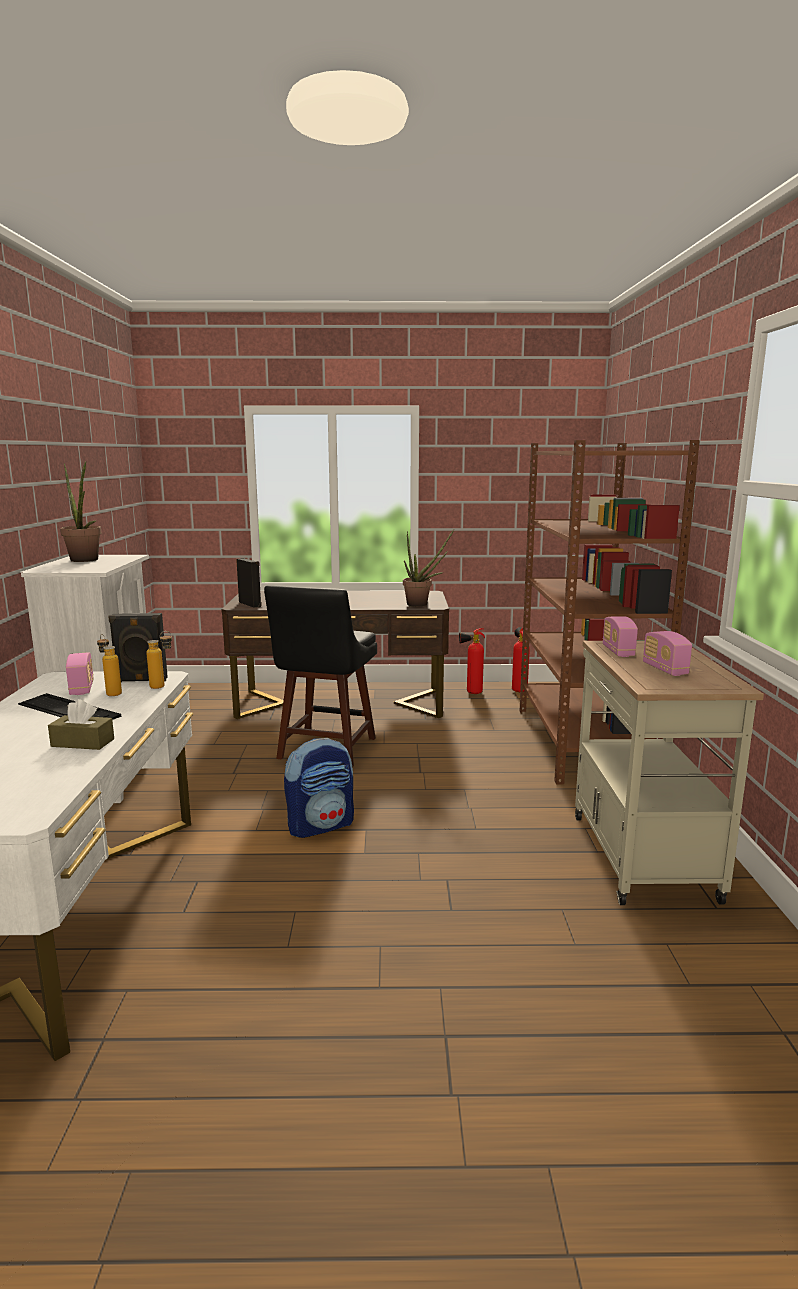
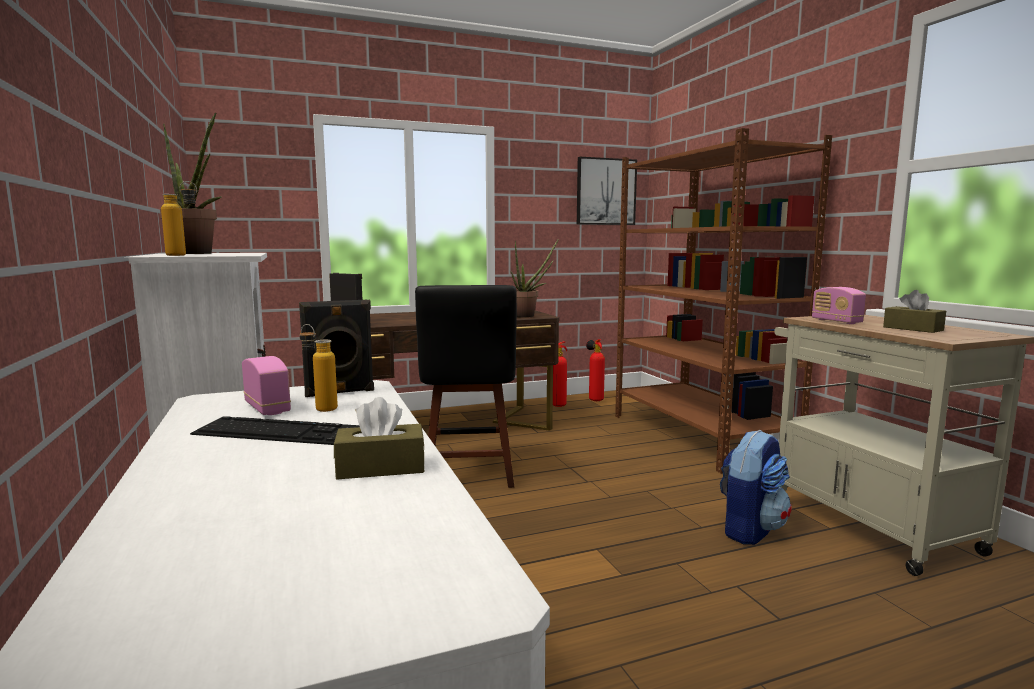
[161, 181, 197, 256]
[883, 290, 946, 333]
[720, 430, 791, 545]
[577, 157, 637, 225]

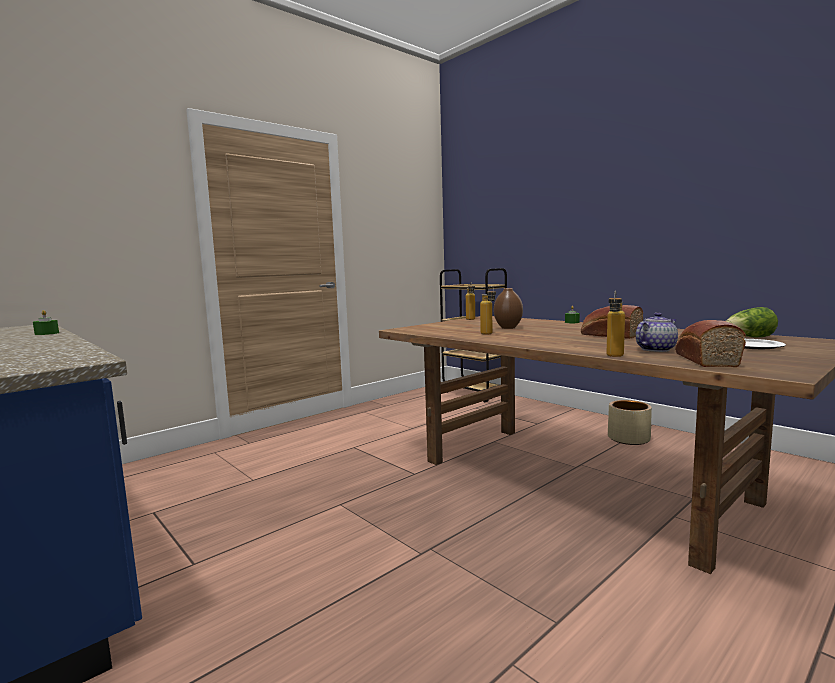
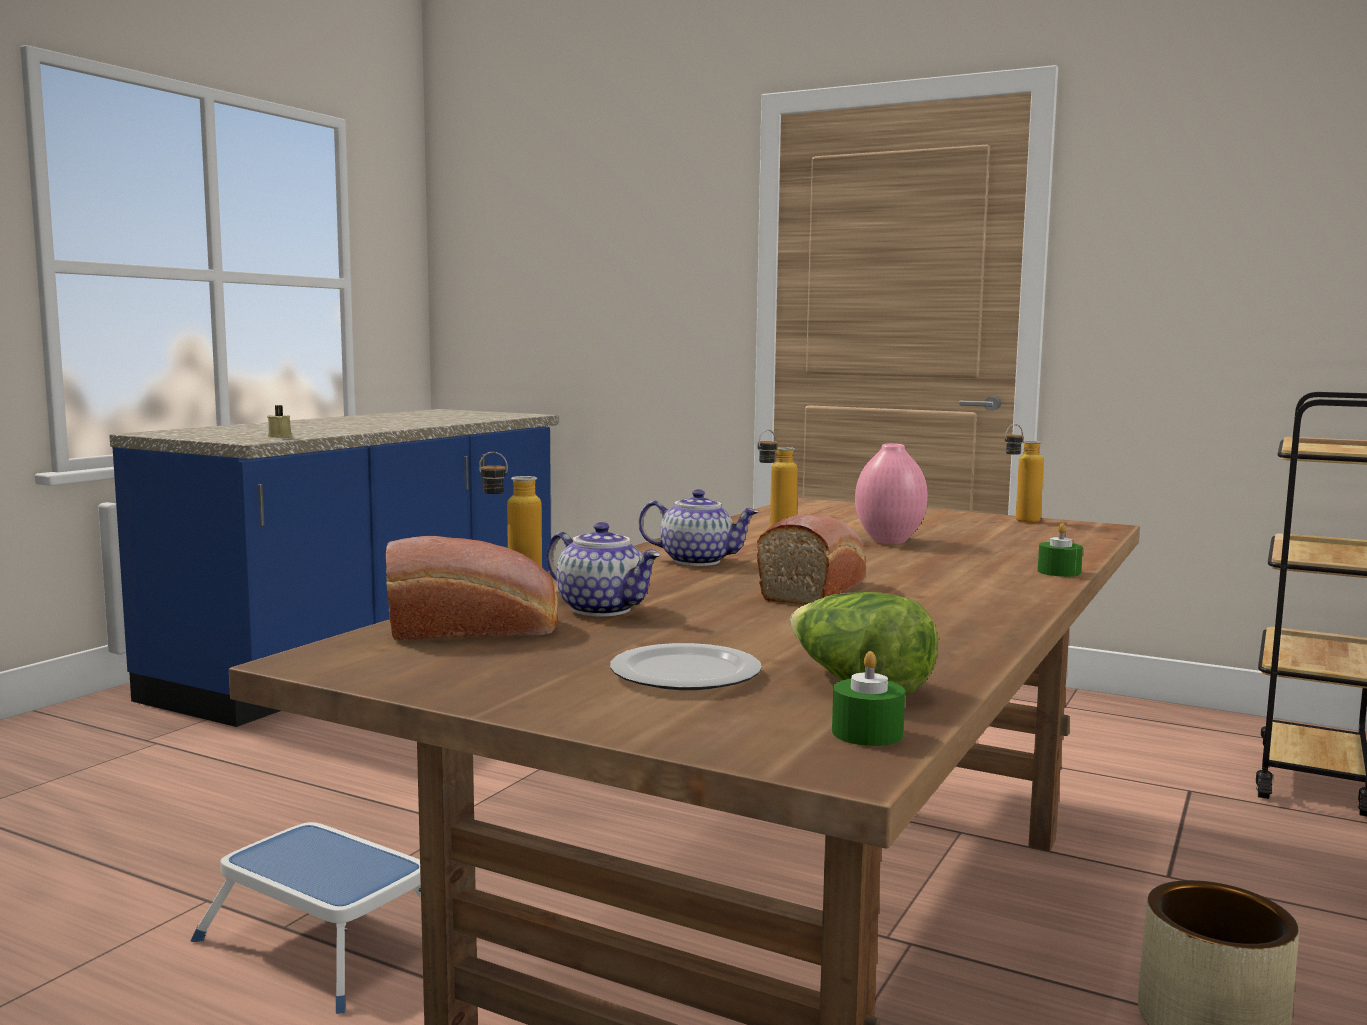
[855, 444, 928, 544]
[832, 651, 905, 746]
[267, 405, 292, 438]
[639, 489, 759, 566]
[190, 822, 421, 1014]

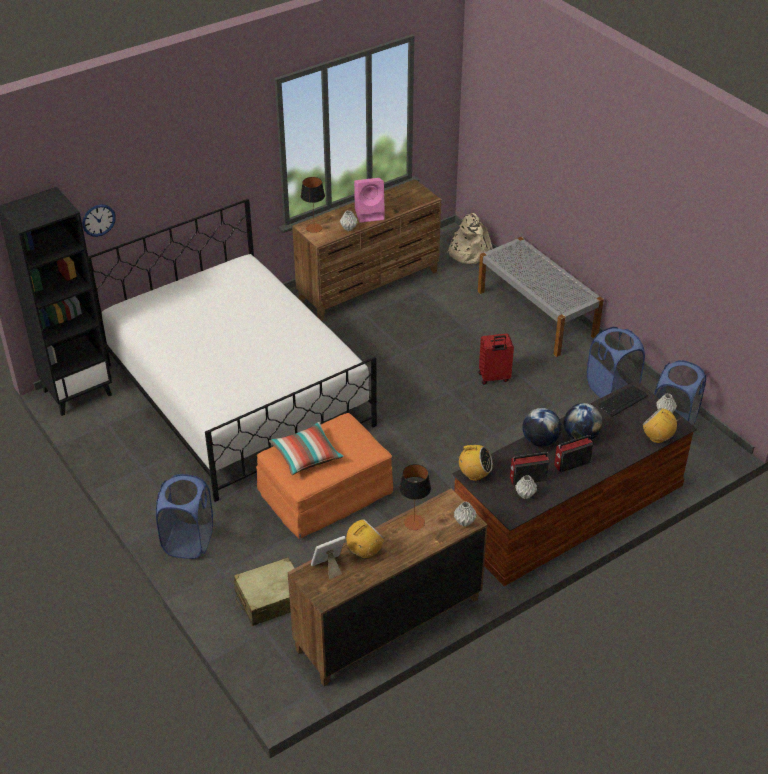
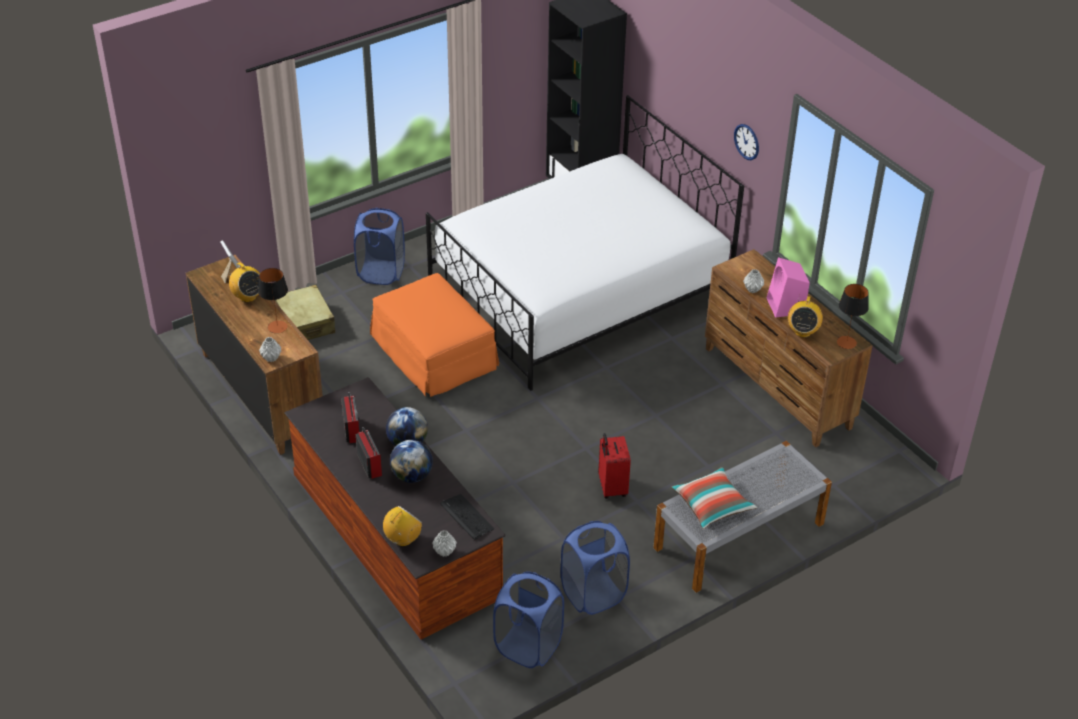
[837, 284, 869, 349]
[734, 124, 759, 160]
[446, 213, 493, 264] (first image)
[671, 467, 757, 529]
[788, 295, 823, 337]
[515, 475, 537, 499] (first image)

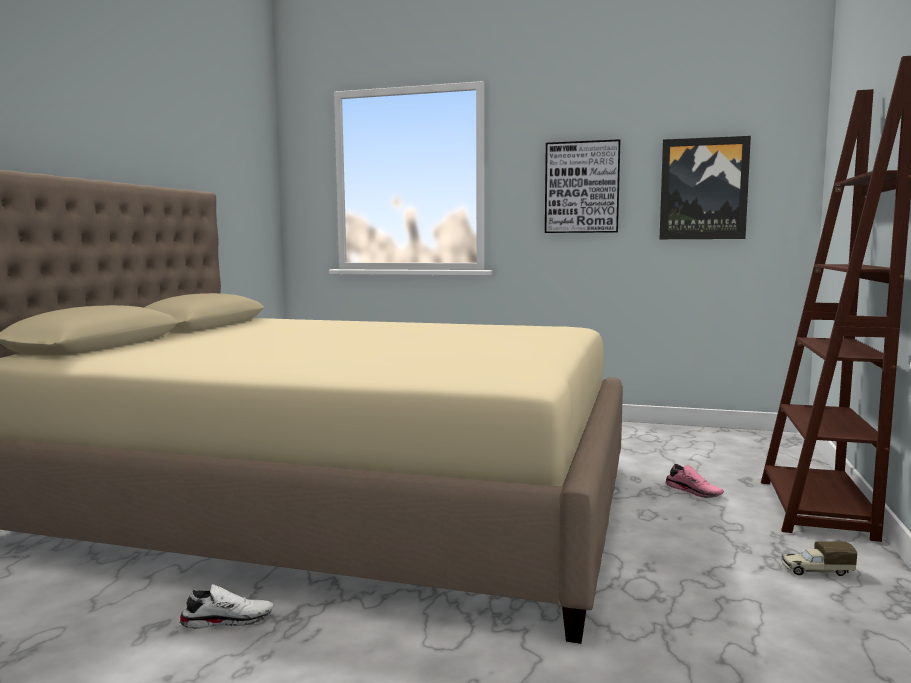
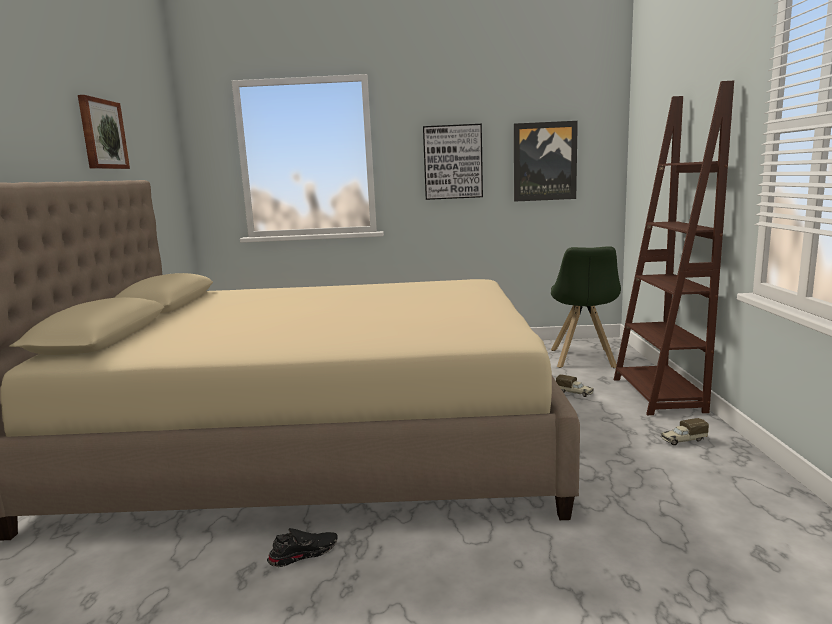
[556, 374, 594, 397]
[267, 528, 338, 567]
[78, 95, 130, 169]
[551, 246, 621, 368]

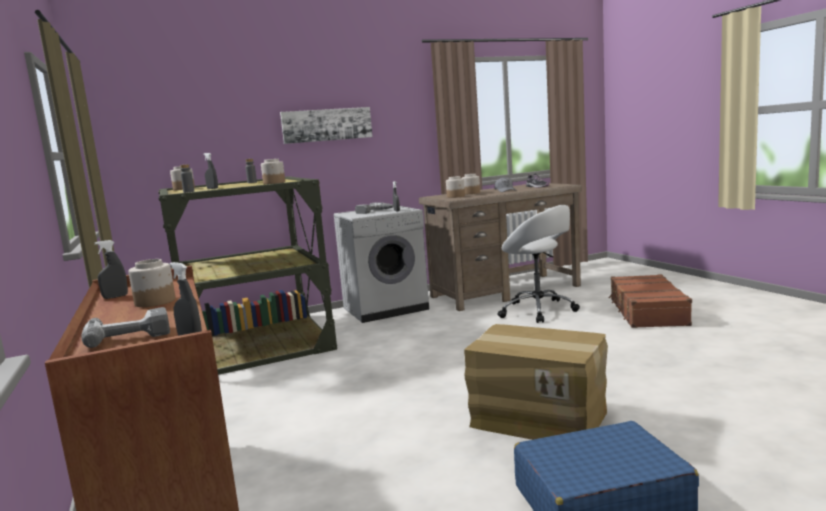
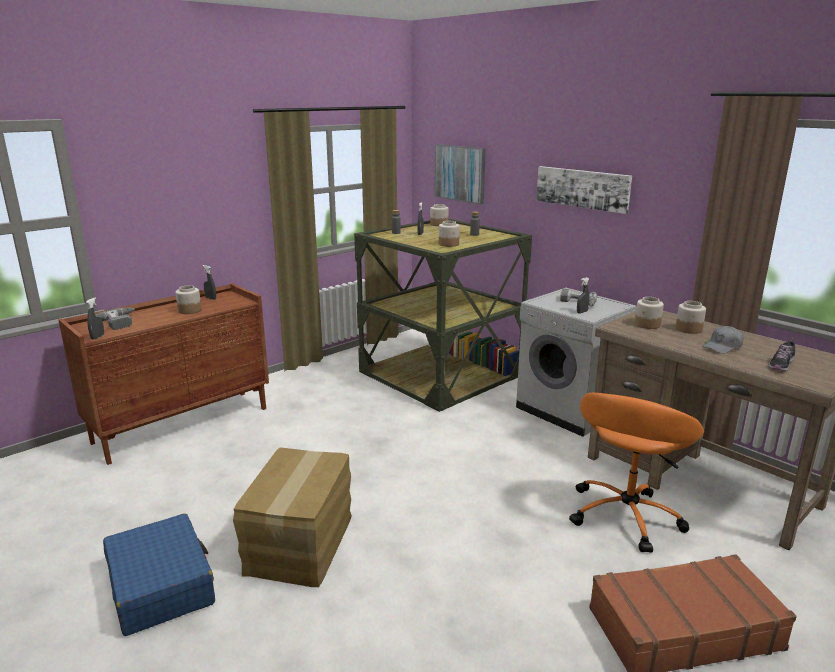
[569, 393, 704, 553]
[434, 144, 486, 205]

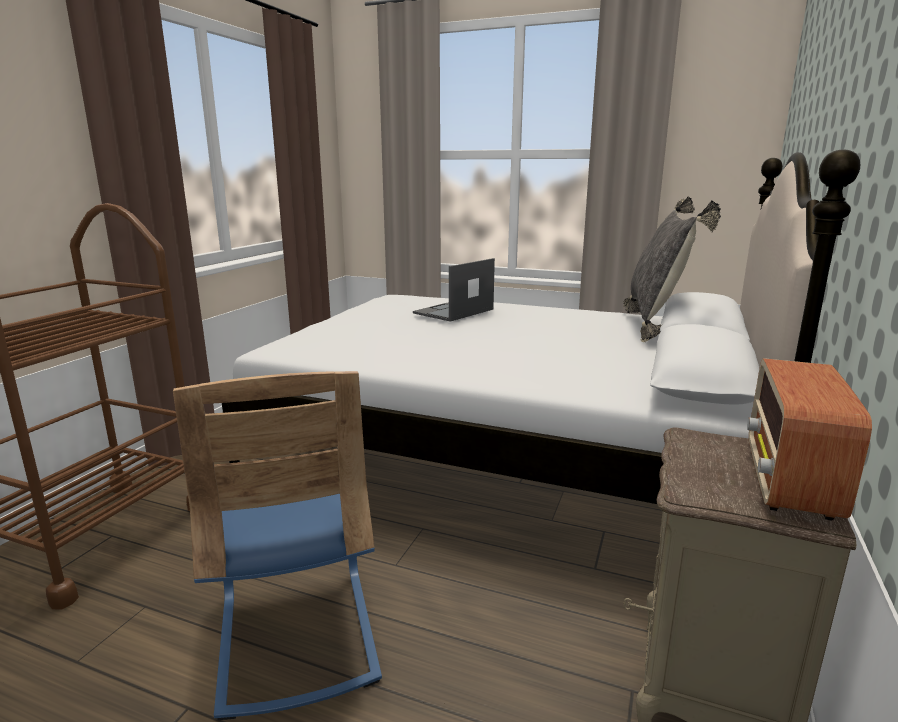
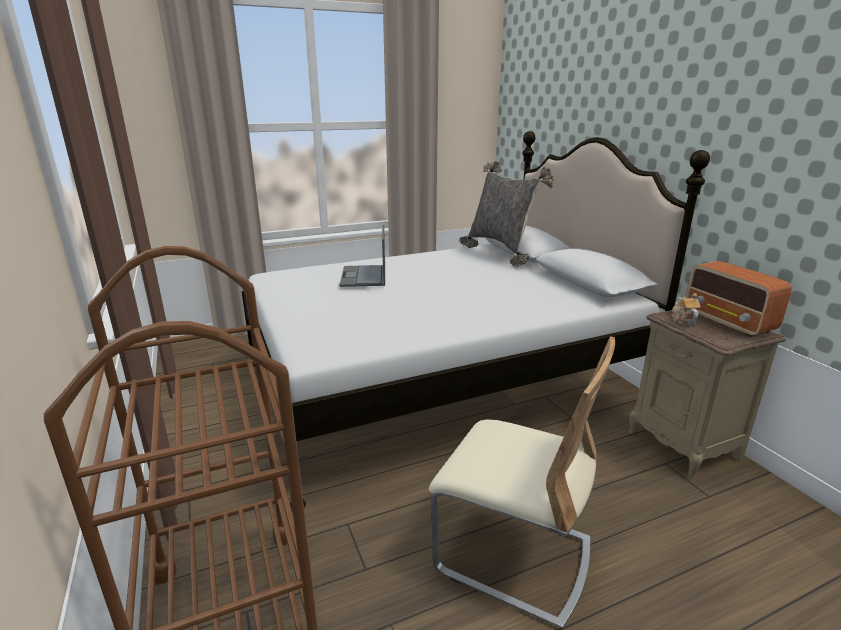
[429, 336, 615, 629]
[672, 293, 701, 326]

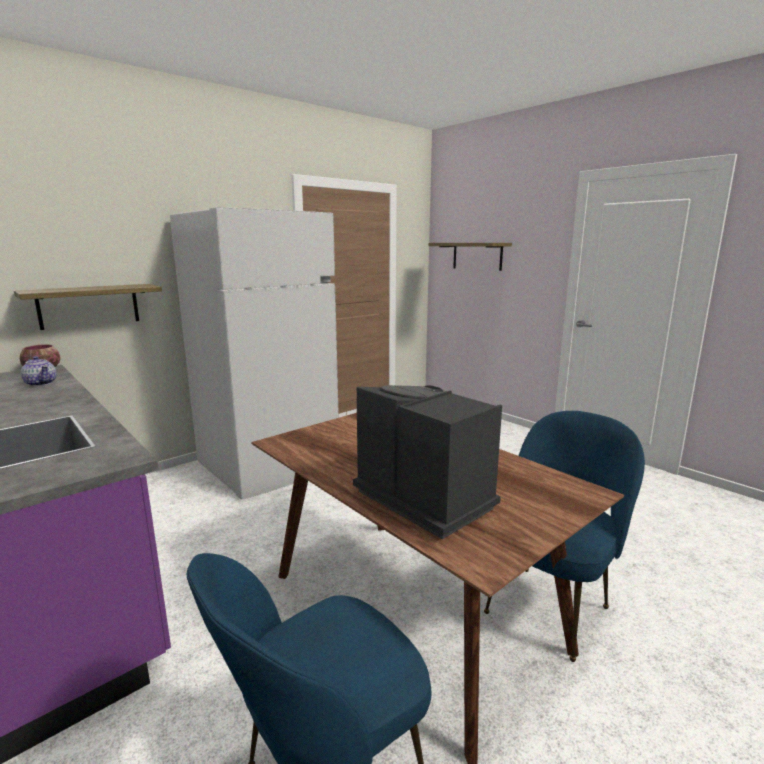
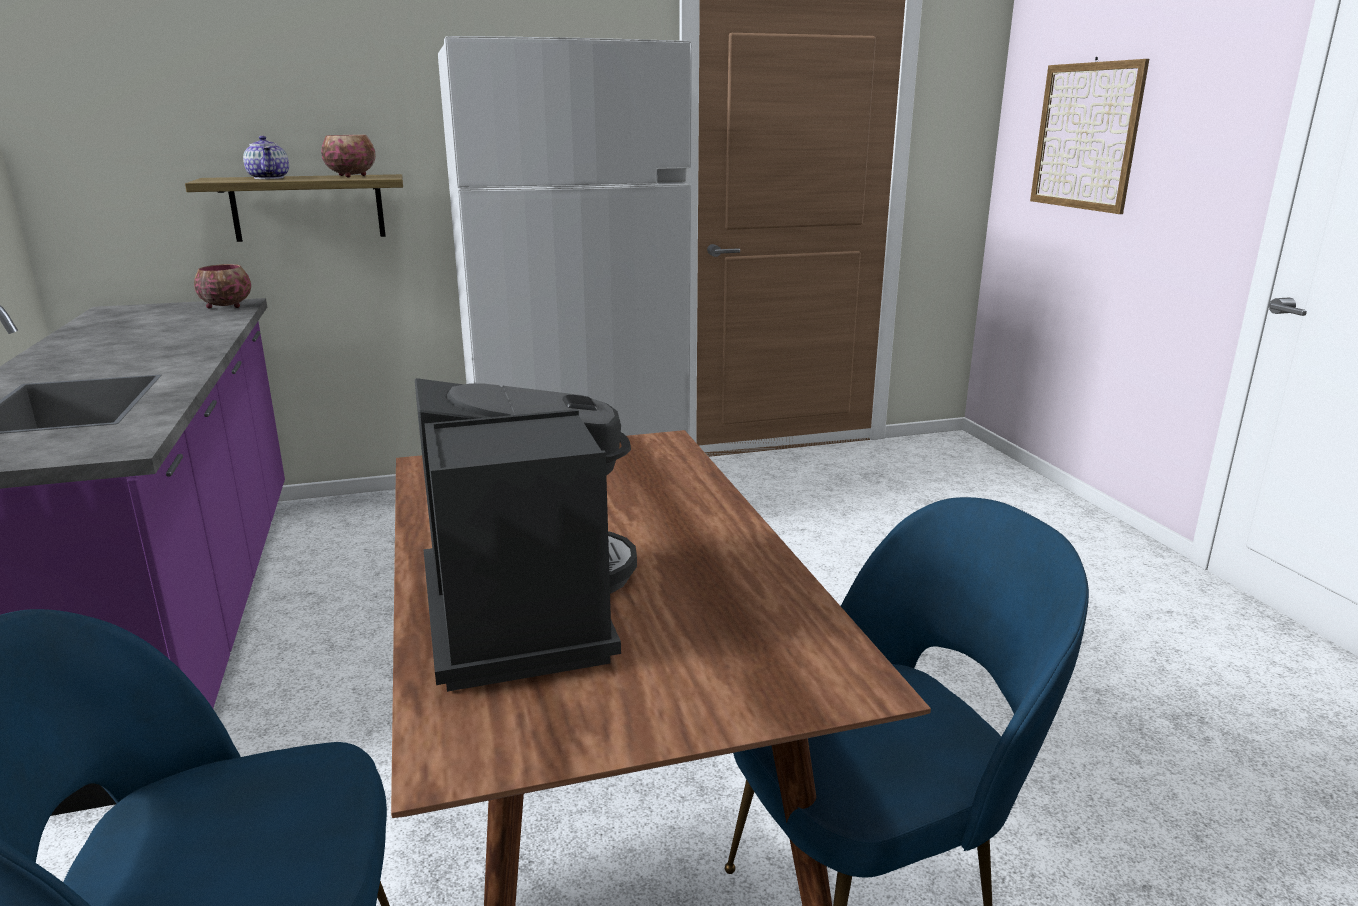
[1030, 57, 1149, 214]
[243, 136, 289, 179]
[321, 135, 376, 178]

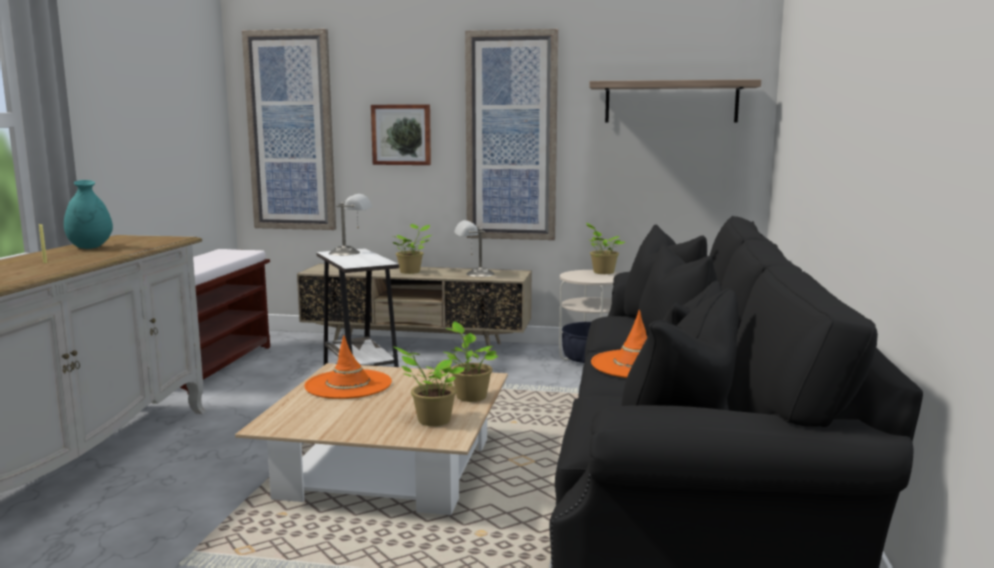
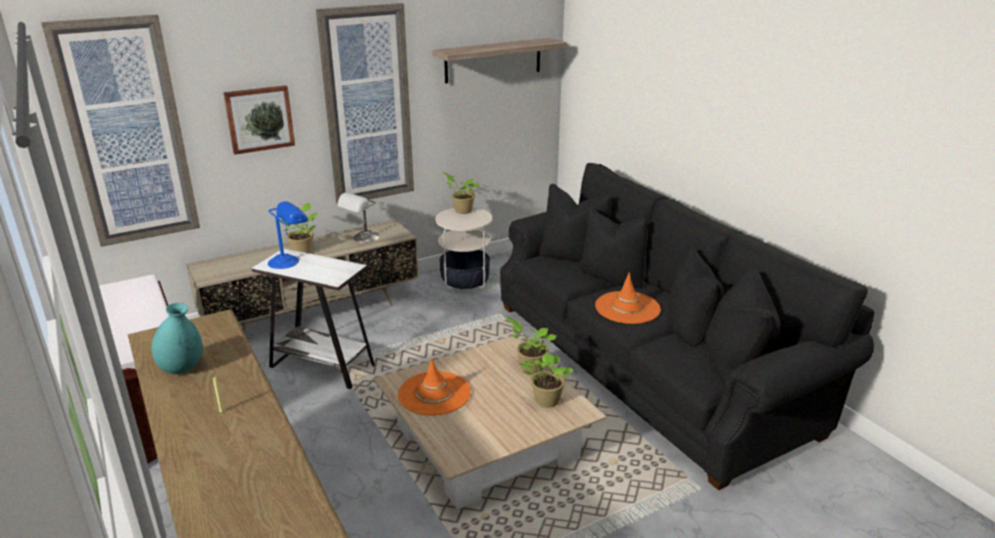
[268, 201, 309, 269]

